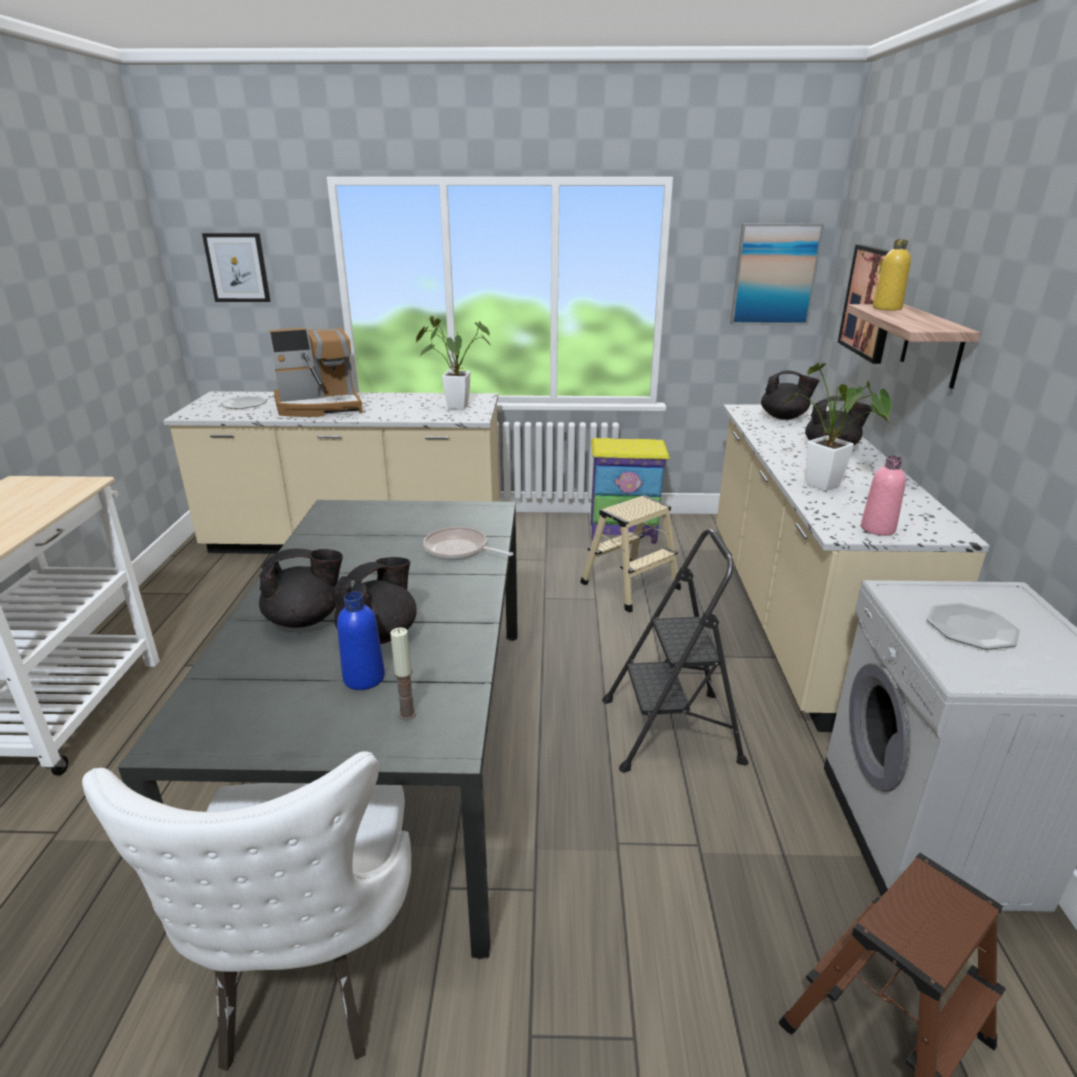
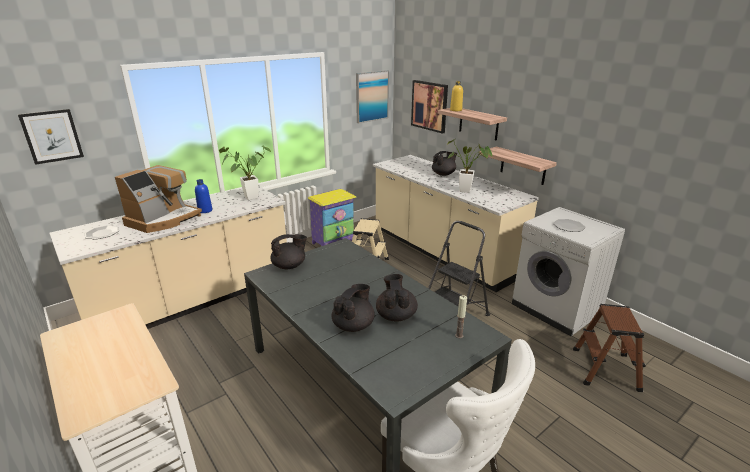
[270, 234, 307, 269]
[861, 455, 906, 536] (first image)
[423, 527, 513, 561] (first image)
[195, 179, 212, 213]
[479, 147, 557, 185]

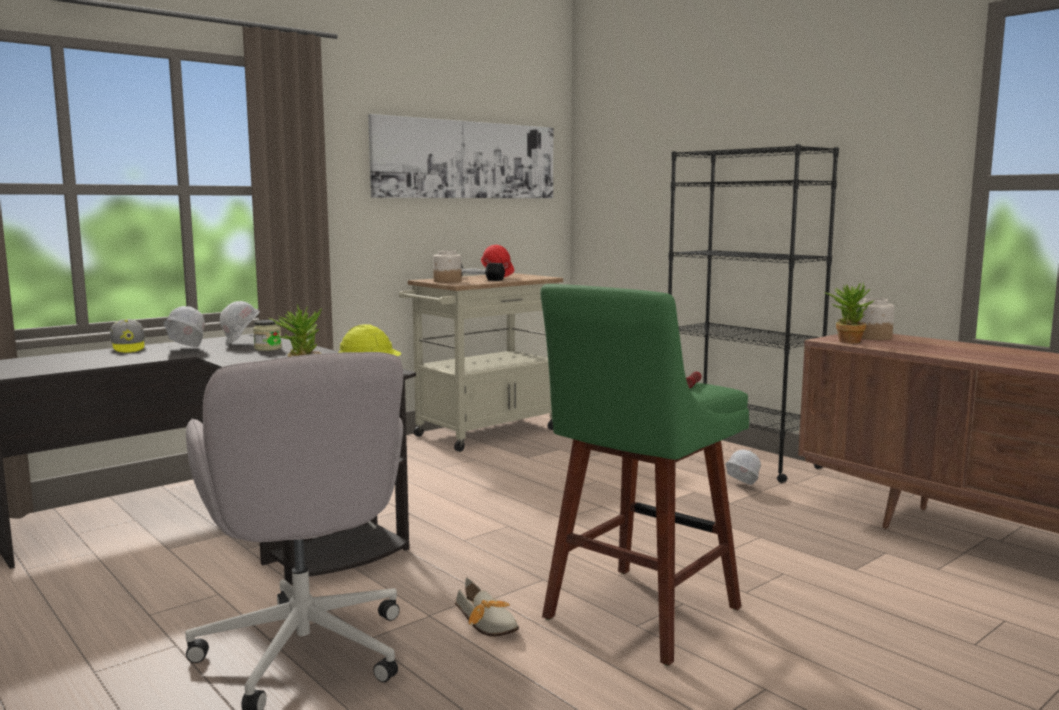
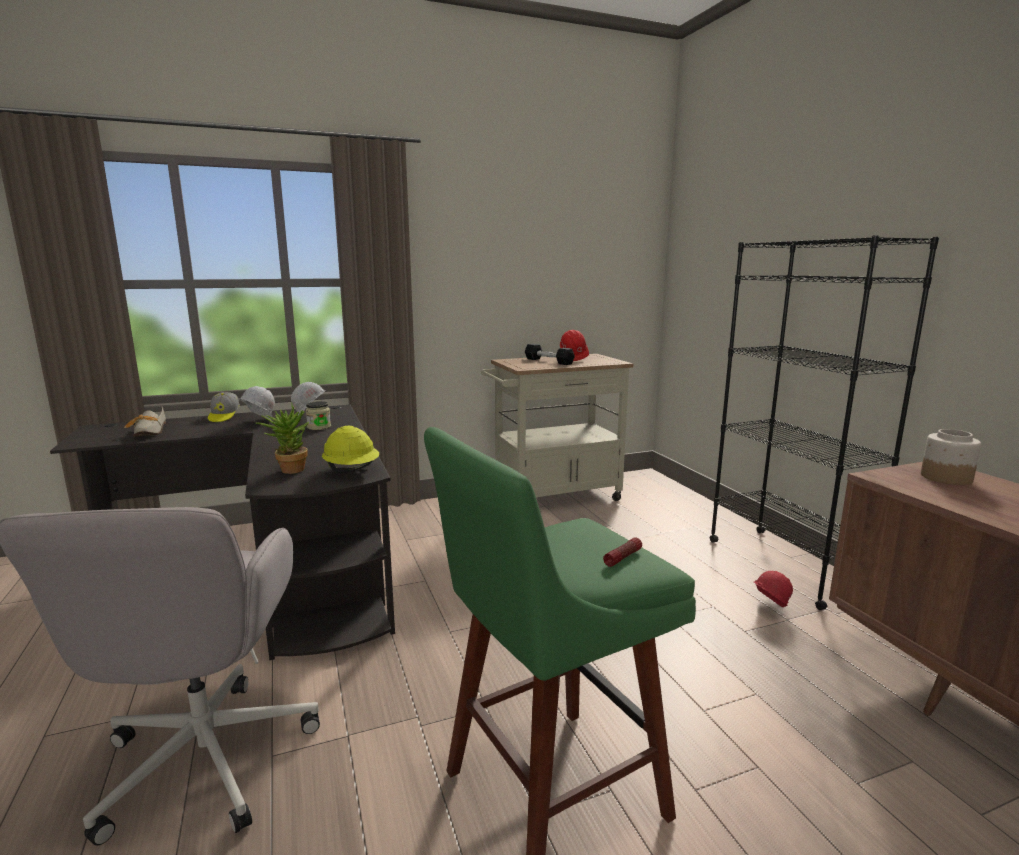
[368, 114, 553, 198] (first image)
[433, 250, 462, 283] (first image)
[824, 281, 874, 343] (first image)
[754, 571, 793, 607]
[124, 406, 166, 437]

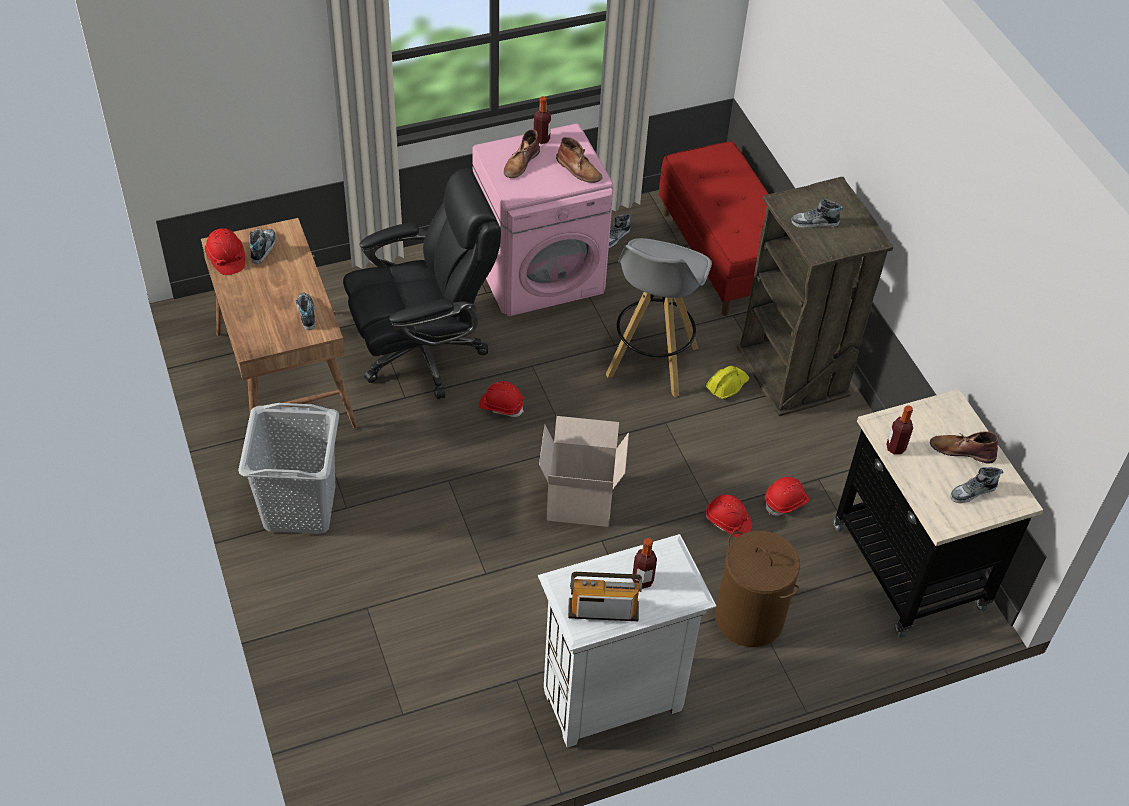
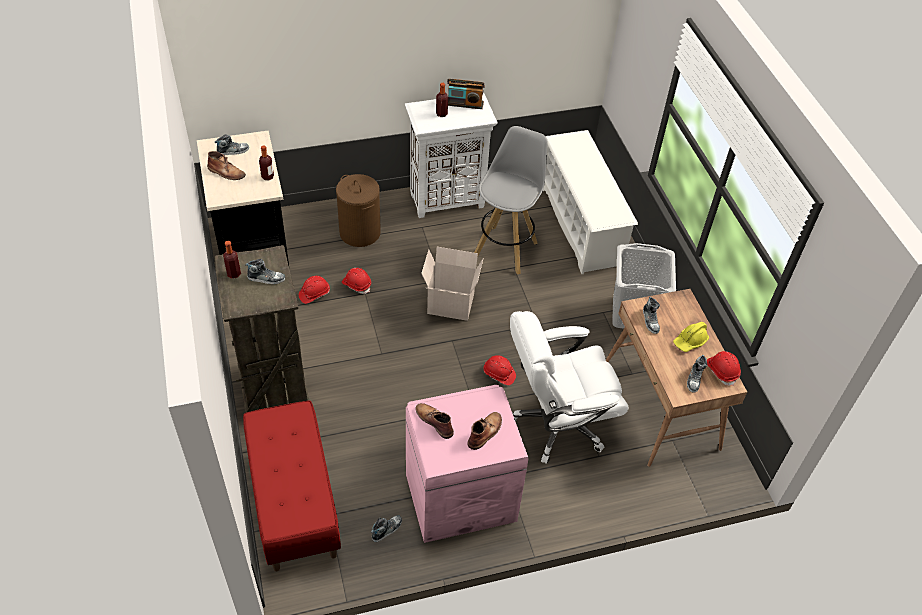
[223, 241, 241, 279]
[510, 311, 628, 464]
[474, 126, 548, 275]
[673, 322, 709, 352]
[543, 130, 638, 274]

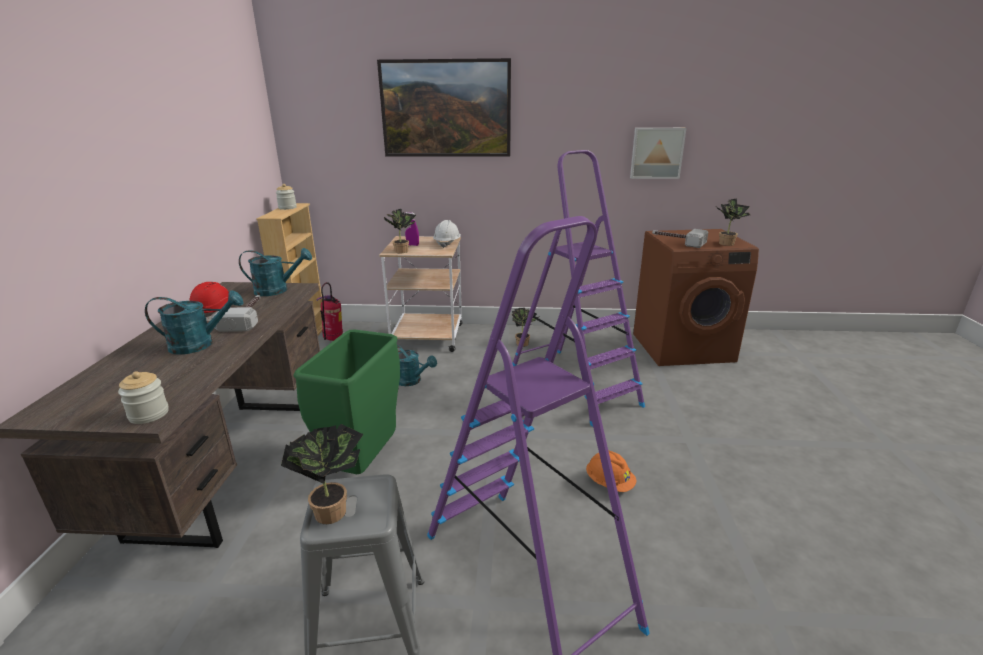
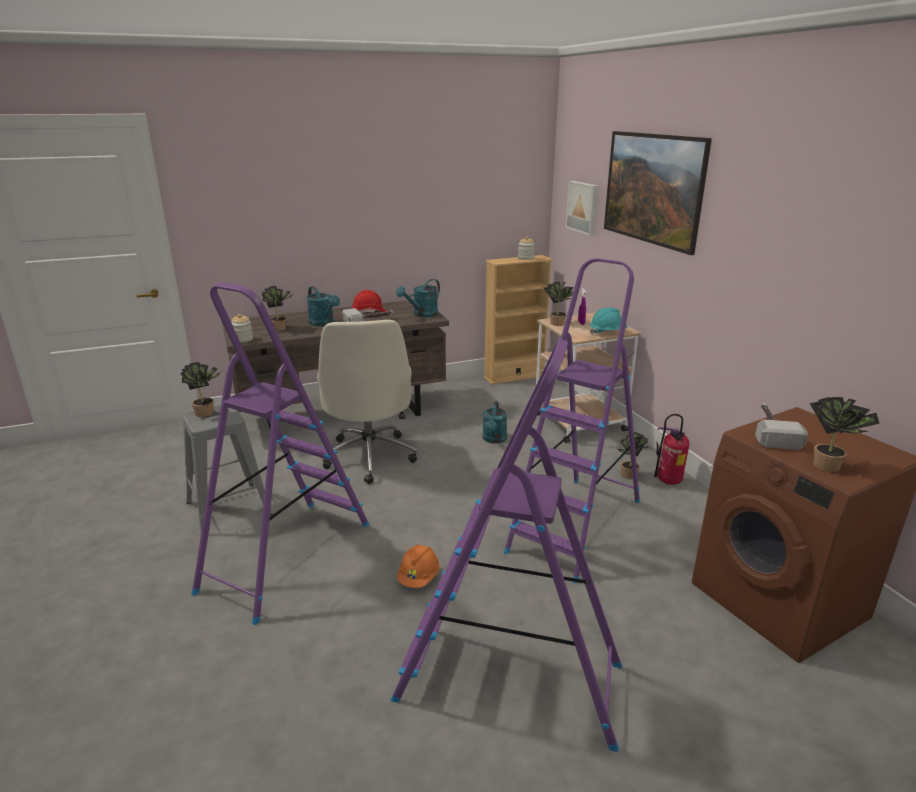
[566, 181, 599, 236]
[589, 307, 628, 334]
[396, 279, 440, 317]
[654, 414, 690, 485]
[317, 320, 417, 484]
[261, 286, 292, 331]
[390, 339, 622, 752]

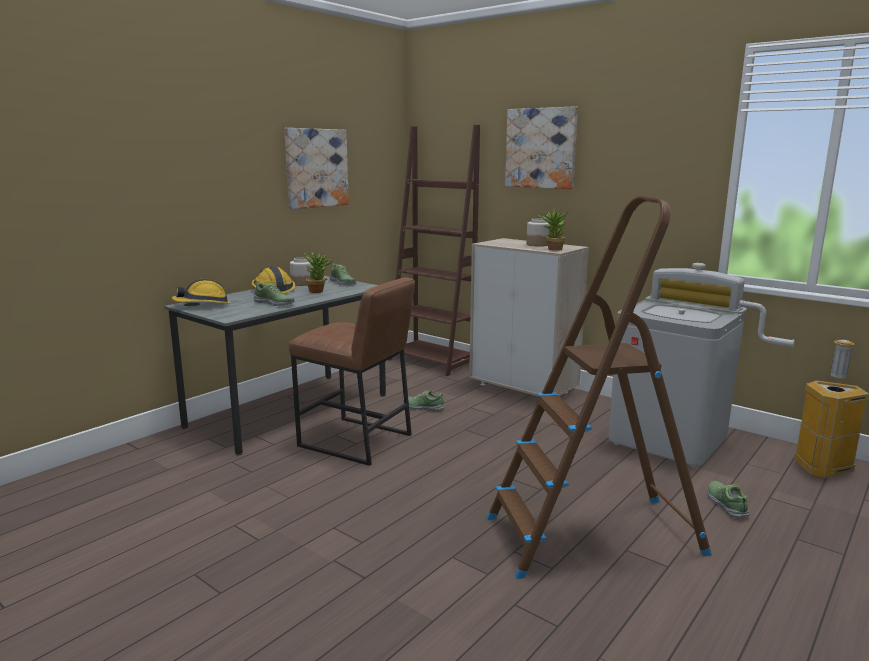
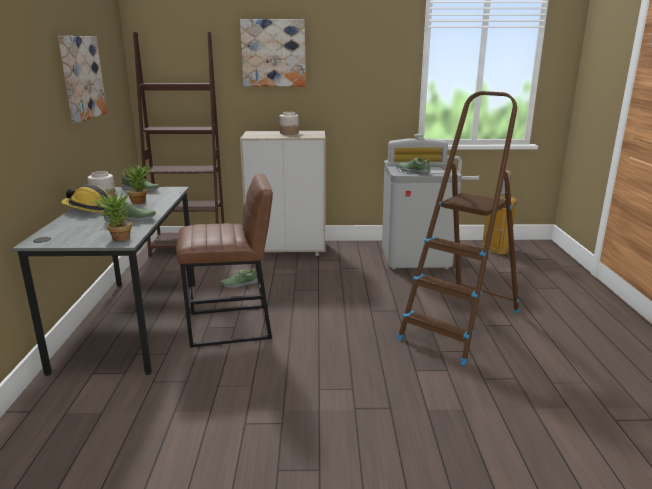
[91, 189, 132, 241]
[172, 278, 230, 304] (first image)
[399, 157, 431, 175]

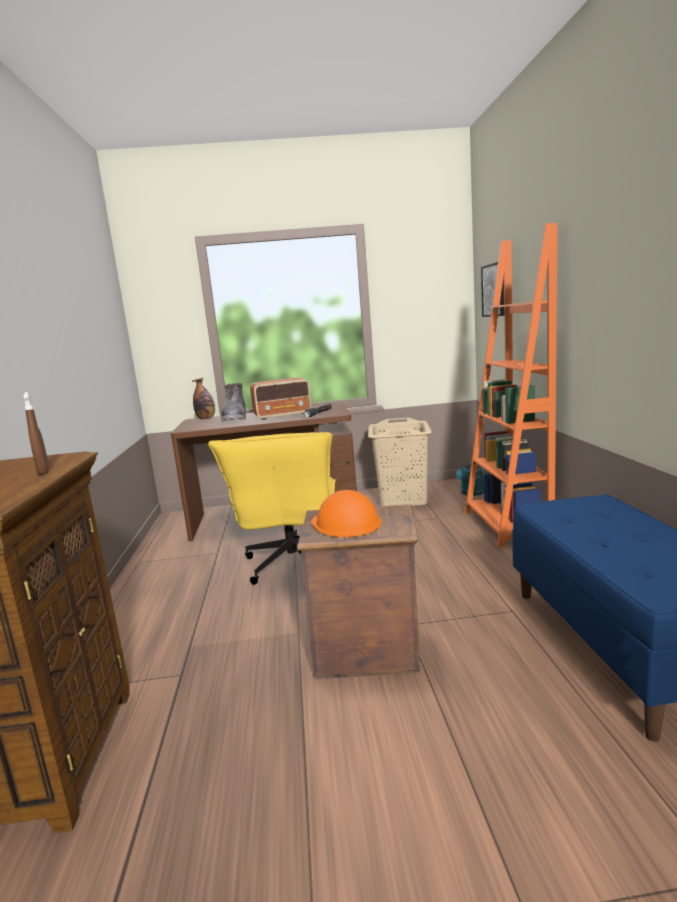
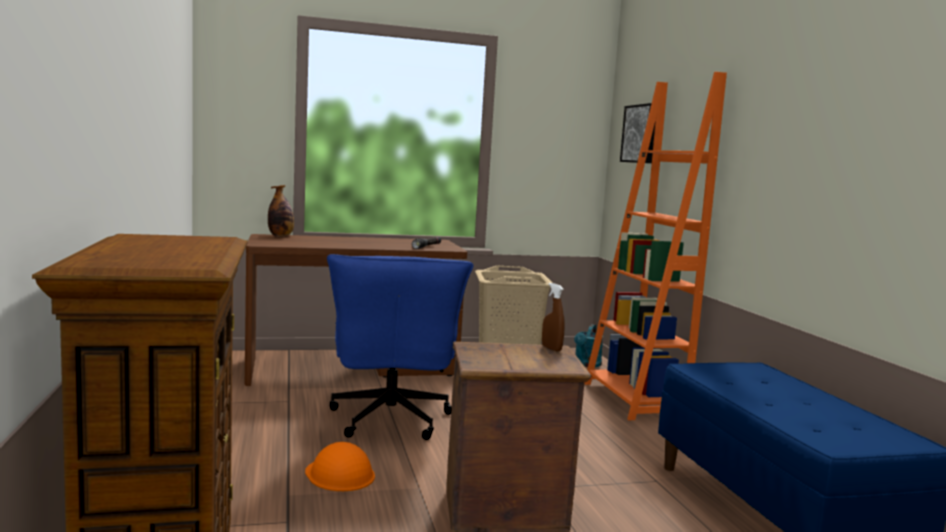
[250, 377, 311, 420] (first image)
[221, 383, 246, 422] (first image)
[542, 283, 565, 352]
[327, 254, 474, 440]
[305, 442, 375, 491]

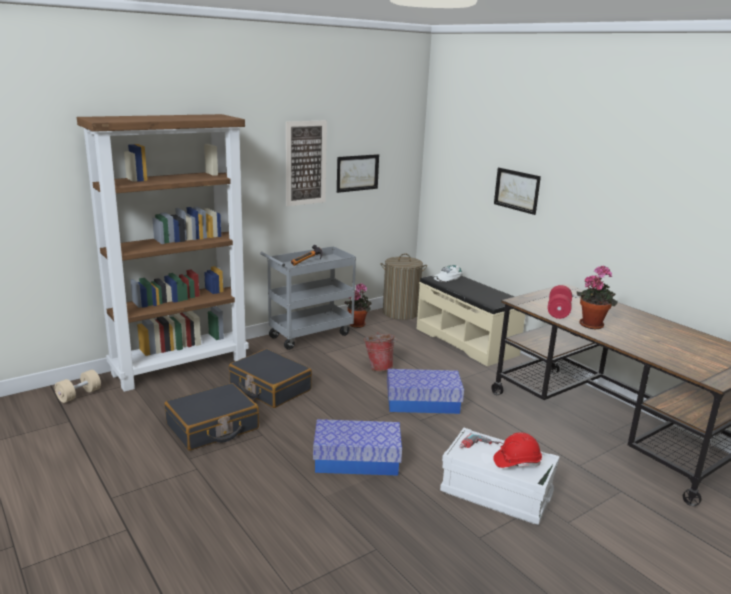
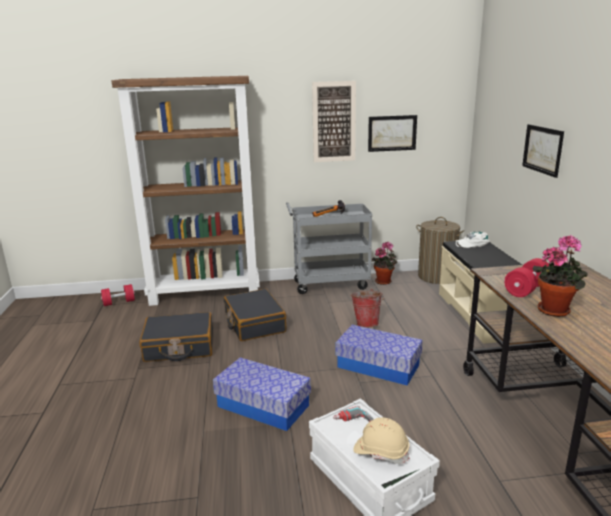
[101, 284, 135, 306]
[353, 417, 409, 464]

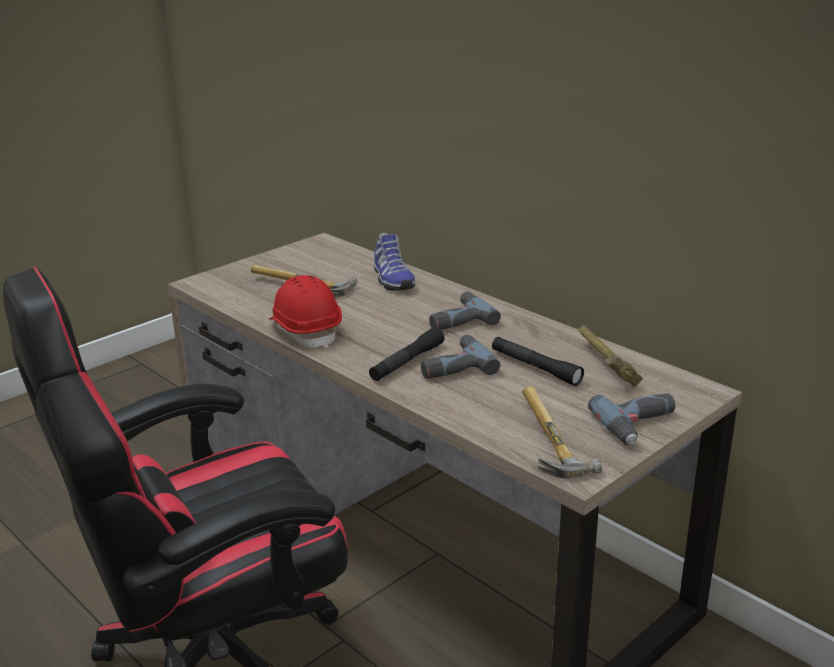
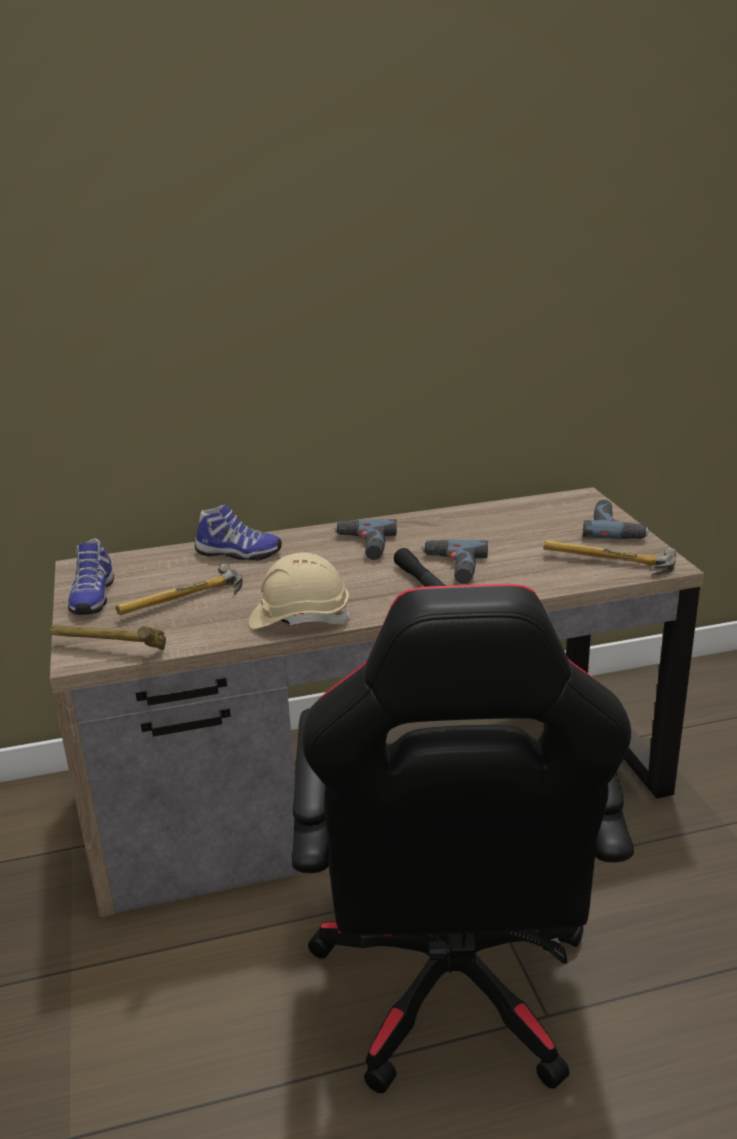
[249, 552, 352, 629]
[50, 625, 166, 650]
[492, 337, 584, 386] (first image)
[68, 539, 114, 615]

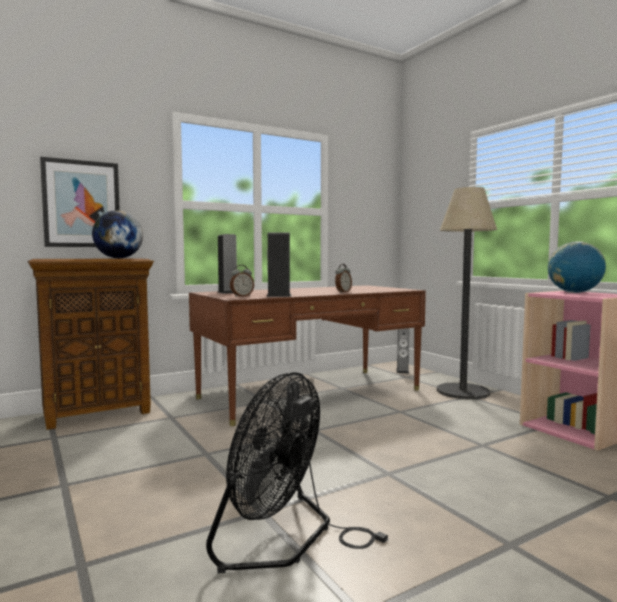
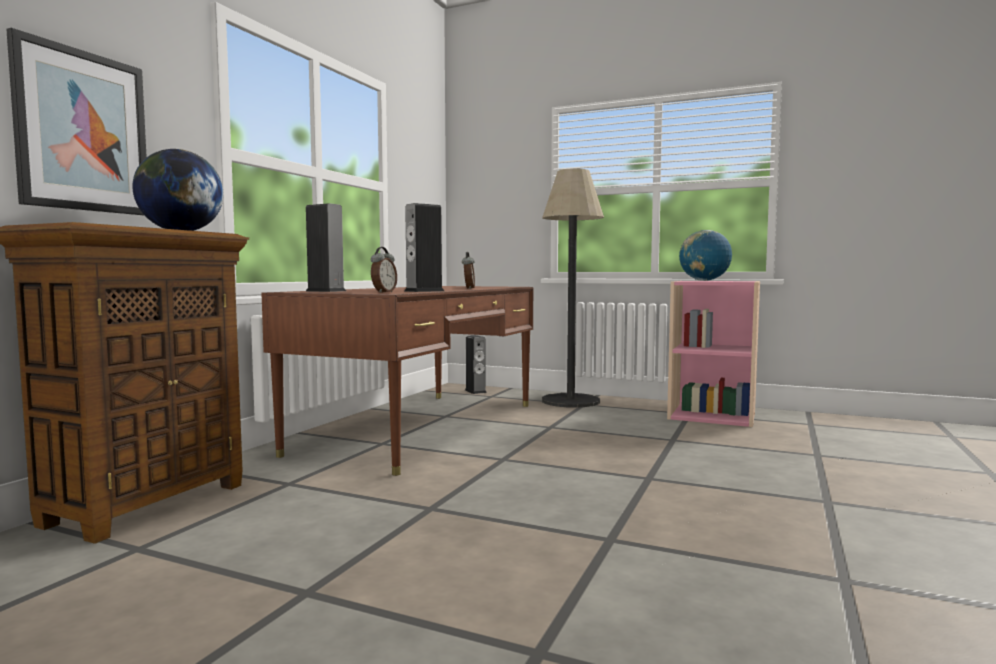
[206, 372, 388, 574] (first image)

